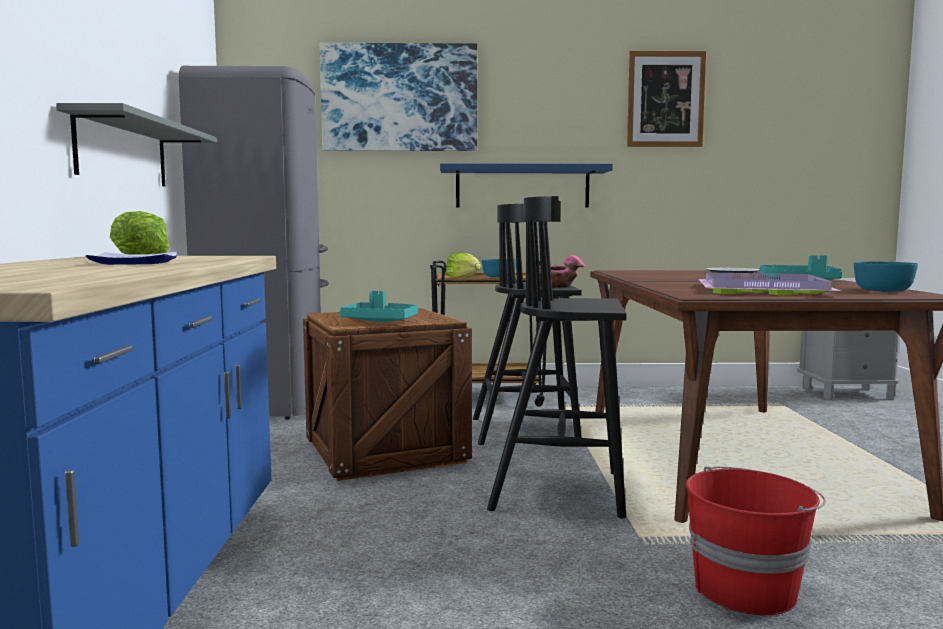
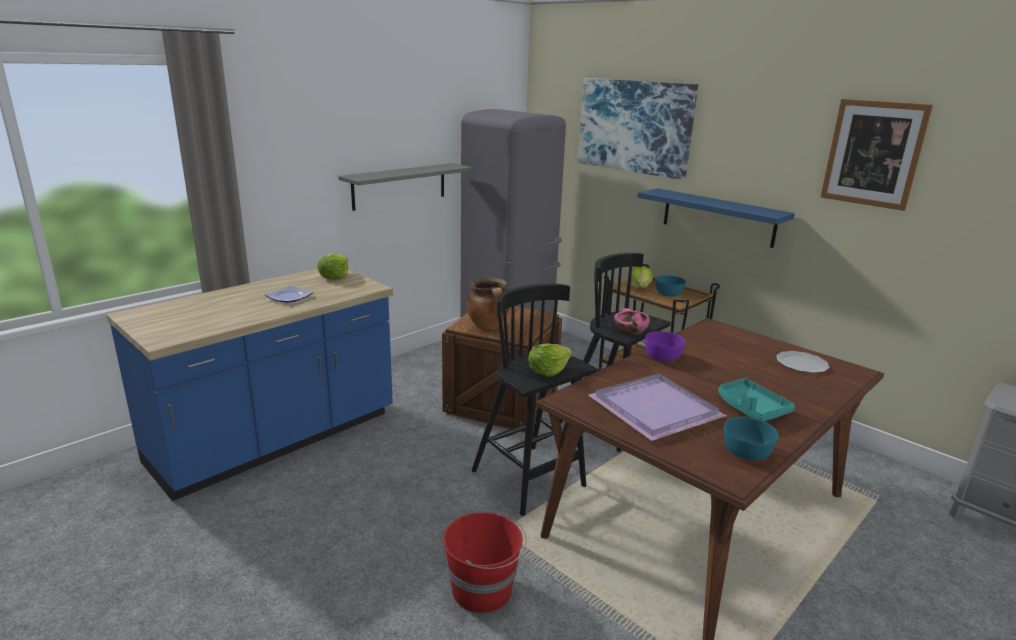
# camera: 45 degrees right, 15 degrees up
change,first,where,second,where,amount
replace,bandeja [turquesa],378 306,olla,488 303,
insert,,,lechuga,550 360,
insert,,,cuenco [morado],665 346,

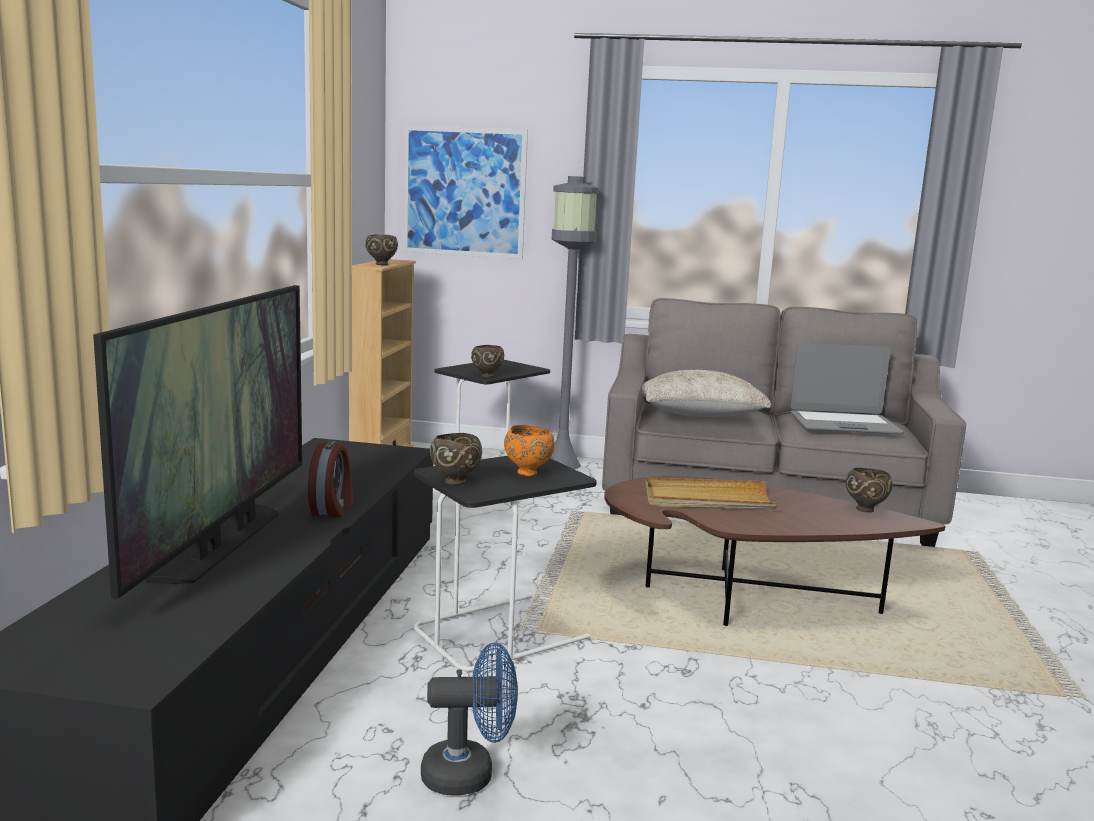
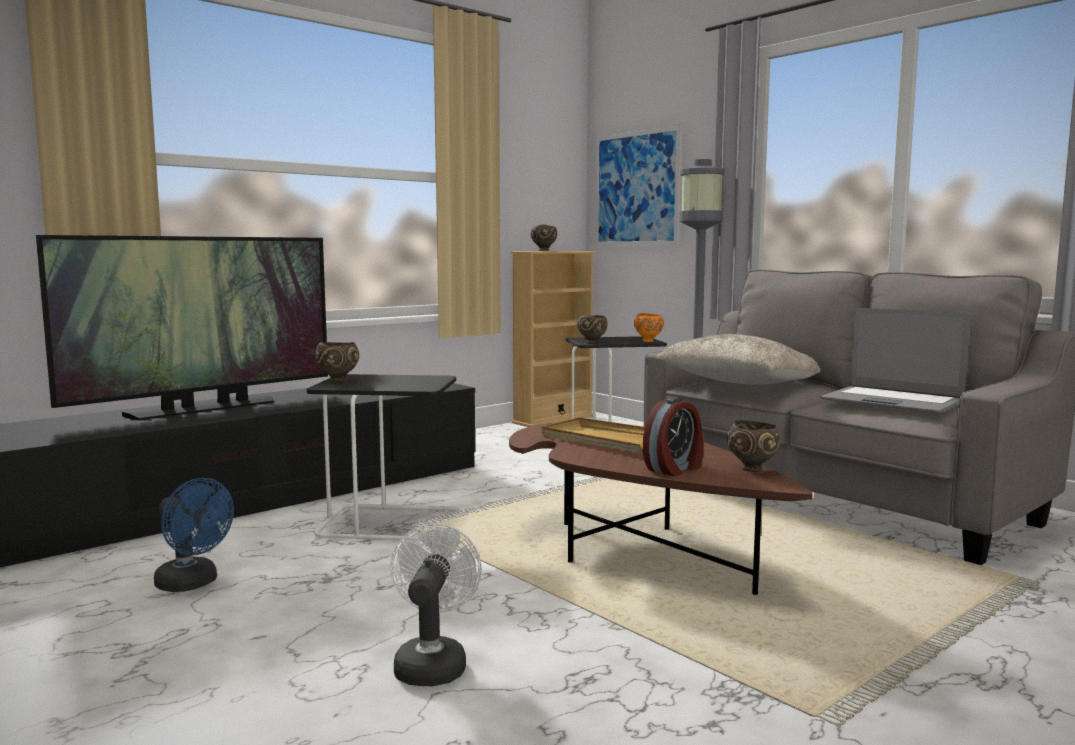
# camera: 40 degrees right, 5 degrees down
change,first,where,second,where,amount
move,despertador,331 479,,673 436,
move,cuenco [naranja],529 450,,649 327,
insert,,,ventilador [blanco],436 604,

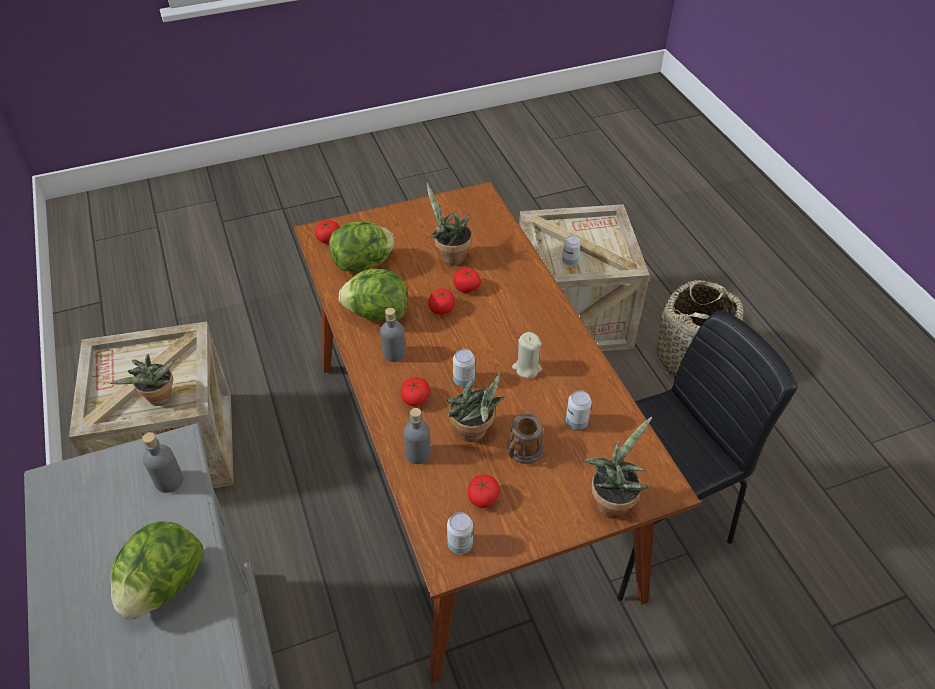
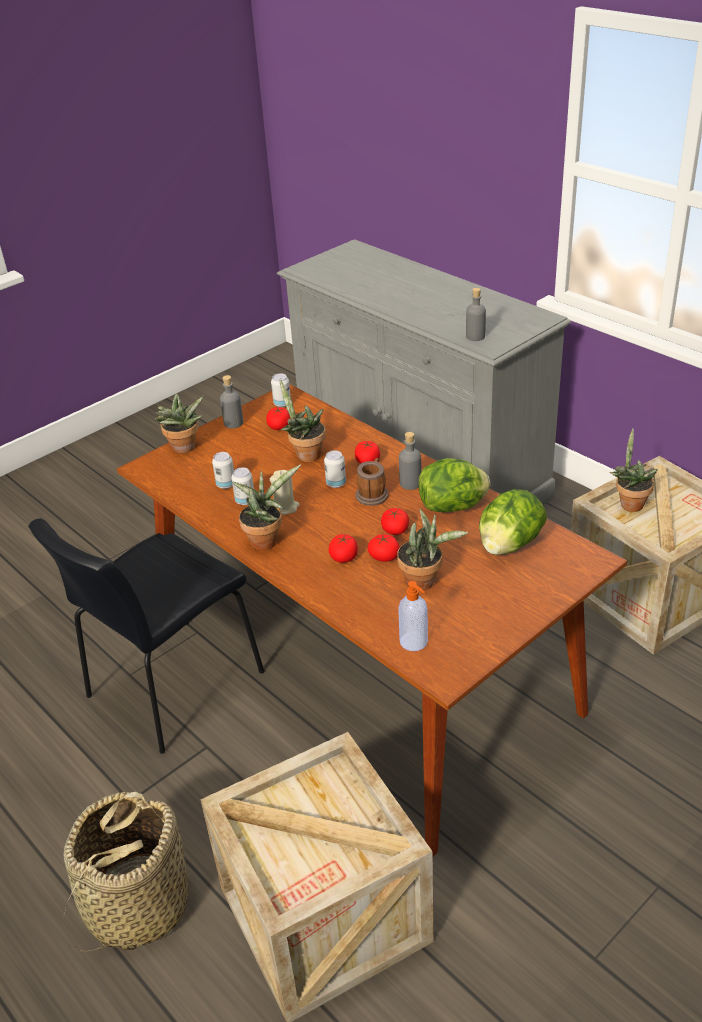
# camera: 160 degrees right, 10 degrees down
change,first,where,second,where,amount
delete,lechuga,157 571,,,
move,tomate,327 231,,343 548,
move,botella [gris],417 436,,232 402,
move,taza grande,525 439,,372 482,
move,lata,571 250,,242 486,
insert,,,planta en maceta,266 508,
insert,,,dispensador de jabón,413 616,

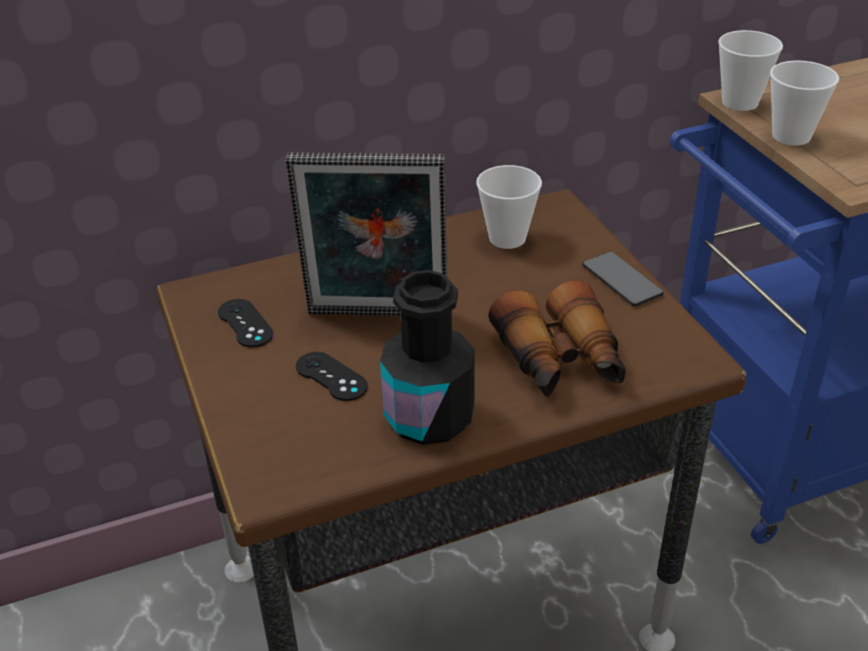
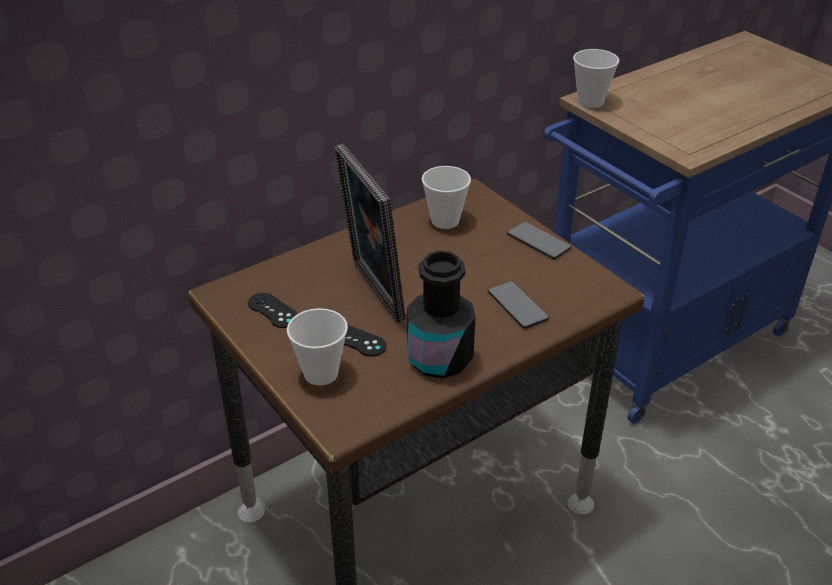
# camera: 15 degrees left, 0 degrees up
change,first,where,second,where,amount
rotate,portarretratos,366 234,,369 233,75 degrees clockwise
replace,prismáticos,557 338,móvil,518 305,
move,taza,804 103,,317 347,

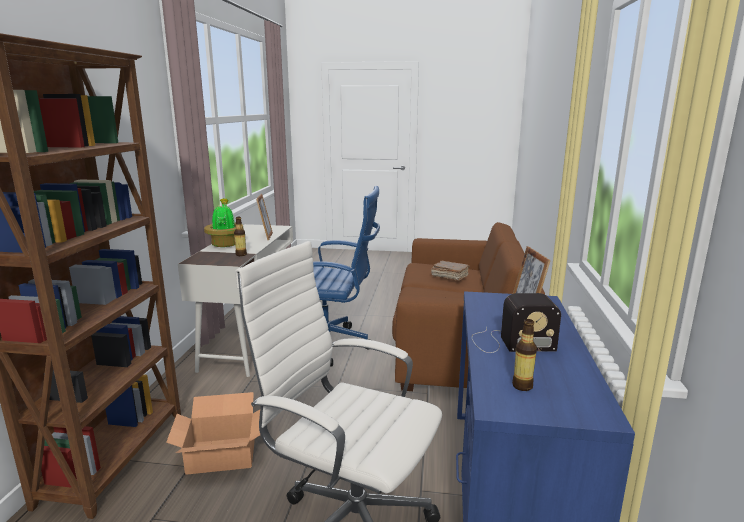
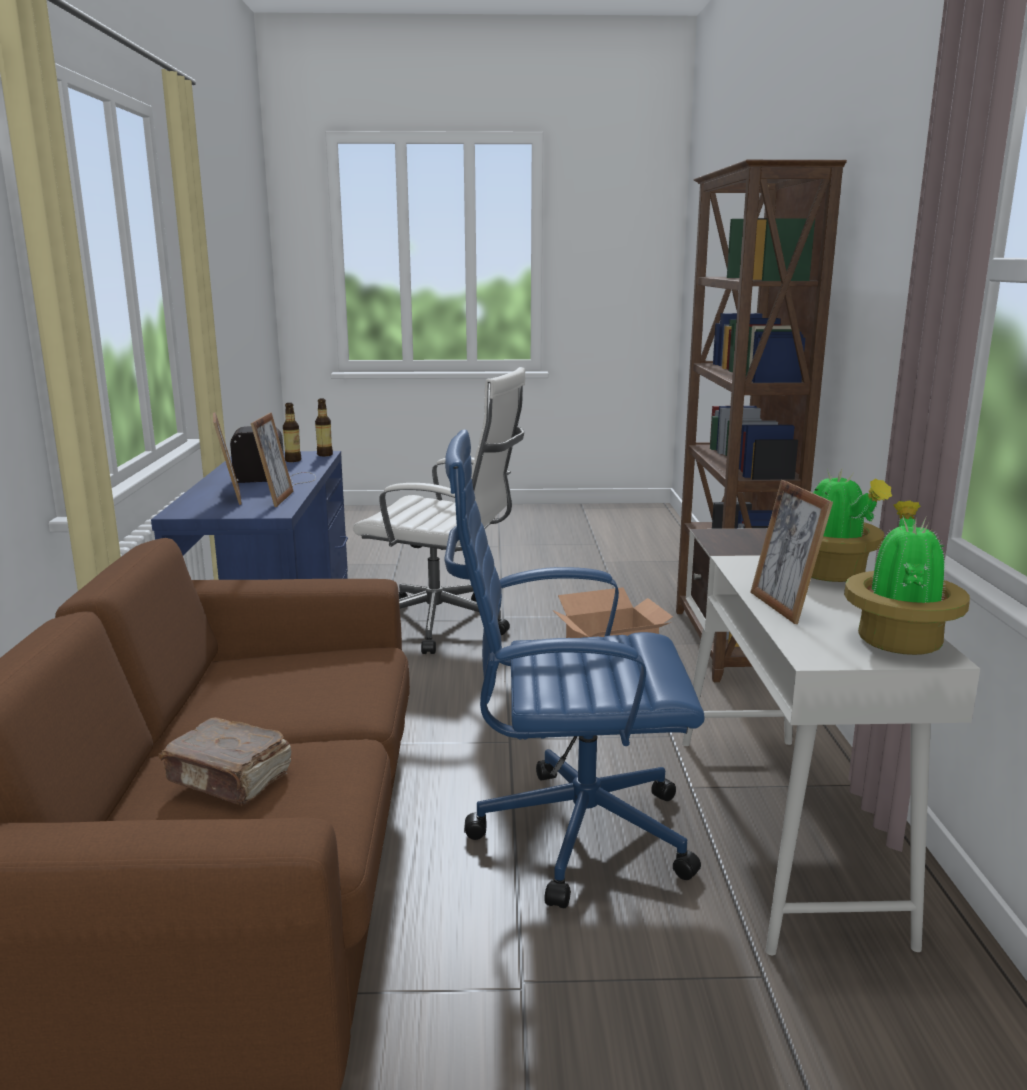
# camera: 170 degrees right, 0 degrees up
change,first,where,second,where,amount
move,botella,240 236,,324 427,
insert,,,portarretratos,272 459,
insert,,,planta en maceta,907 577,

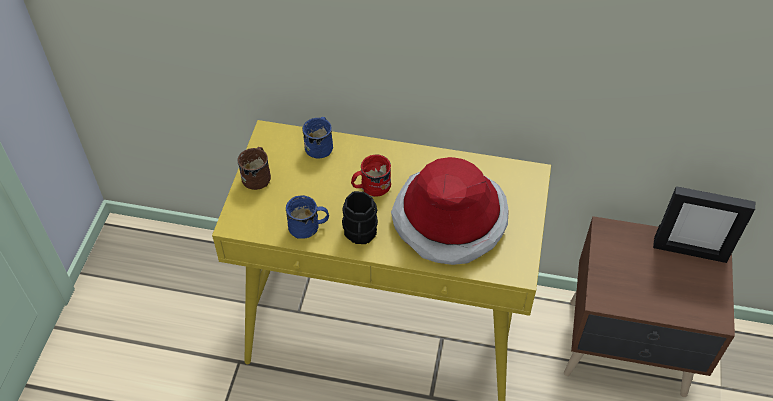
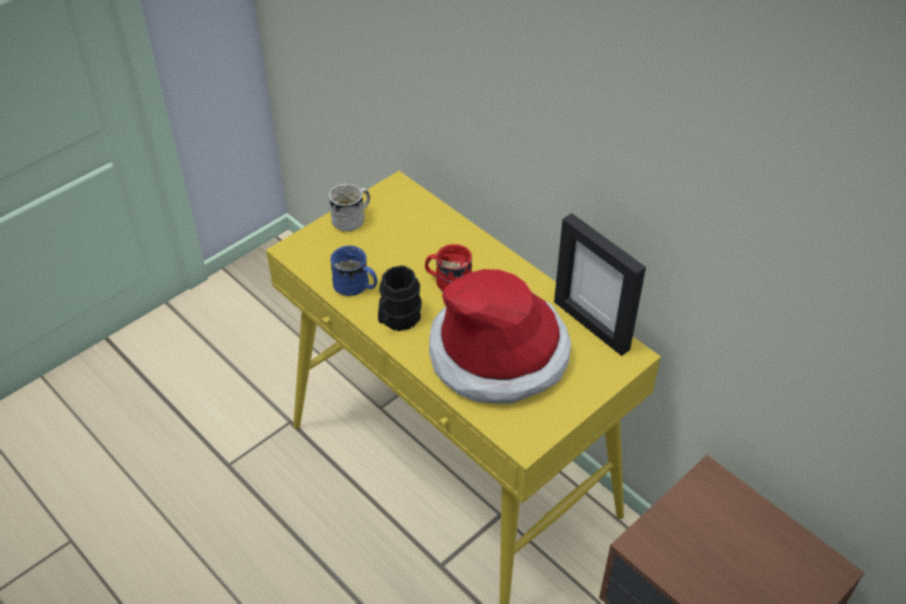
# camera: 35 degrees right, 5 degrees down
change,first,where,second,where,amount
recolor,taza grande [marrón],254 168,taza grande [blanco],349 208,
delete,taza grande [azul],317 137,,,
move,portarretratos,704 224,,600 284,

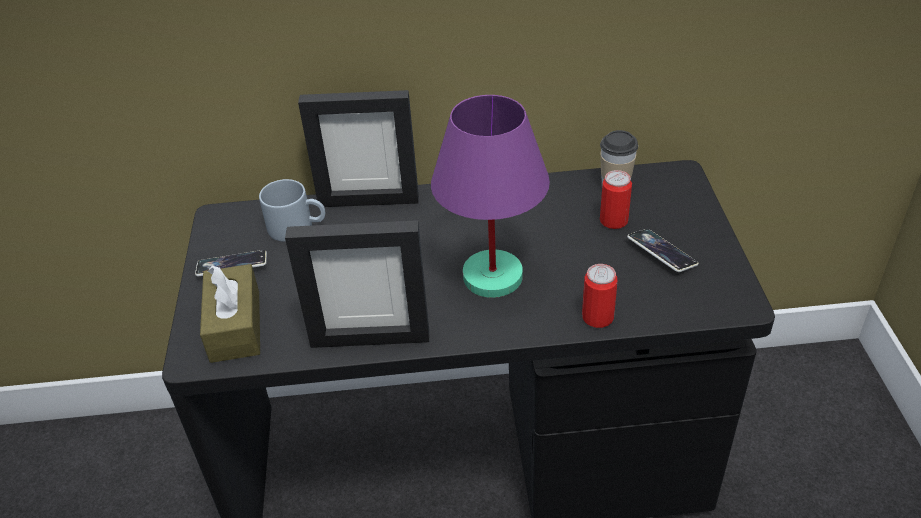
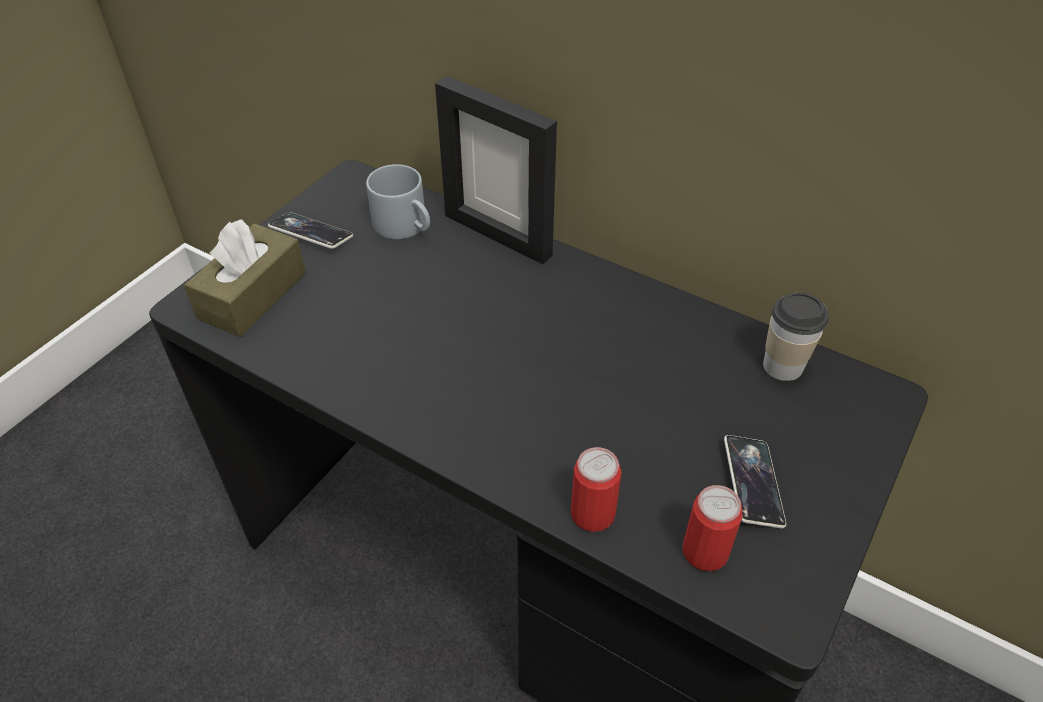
# camera: 35 degrees right, 5 degrees up
change,first,where,second,where,amount
delete,portarretratos,357 284,,,
delete,lámpara de mesa [morado],490 196,,,
move,lata,616 199,,712 528,

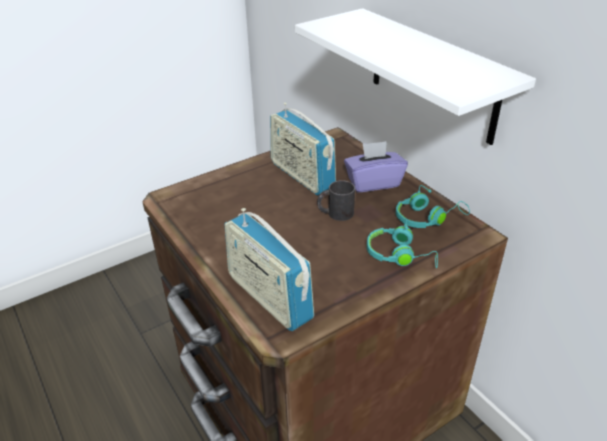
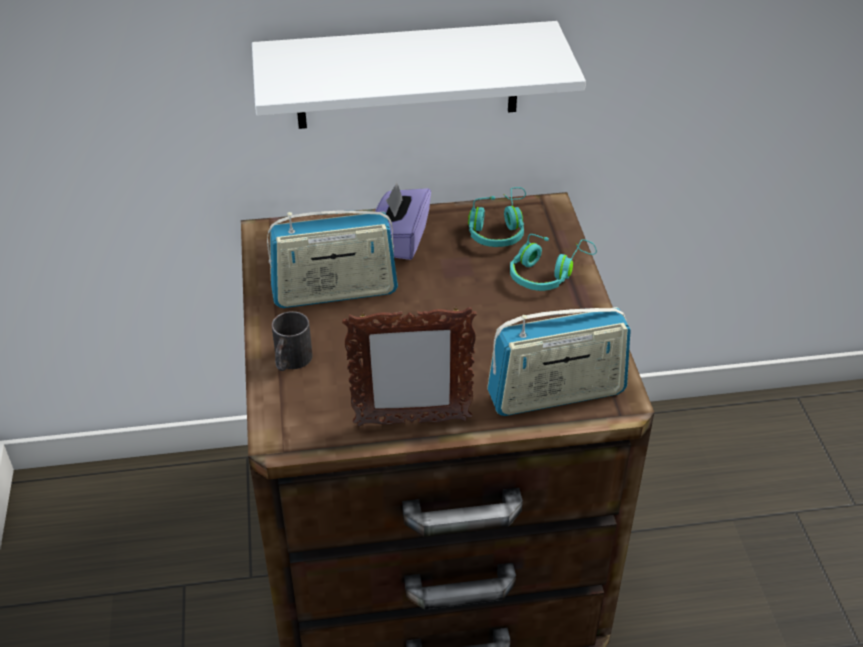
# camera: 65 degrees left, 5 degrees up
change,first,where,second,where,amount
move,taza grande [negro],336 200,,292 341,
insert,,,portarretratos,409 366,

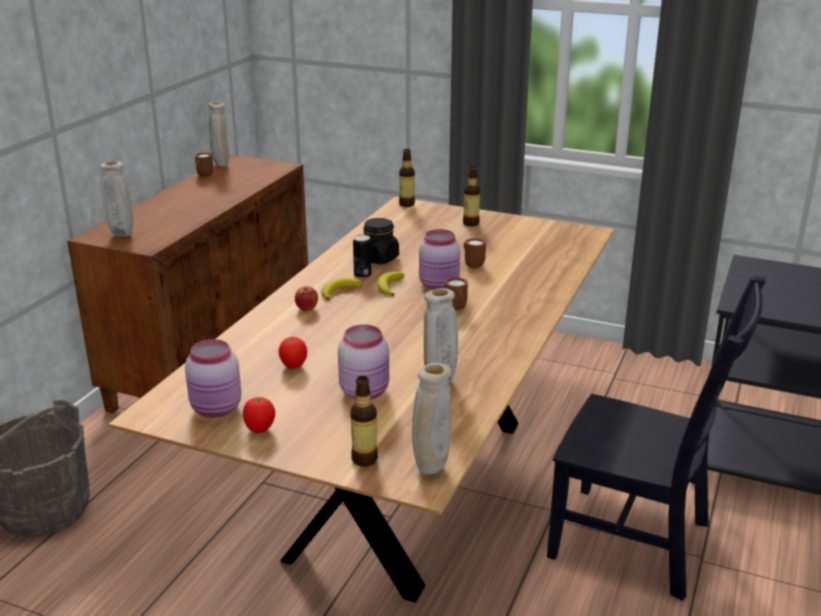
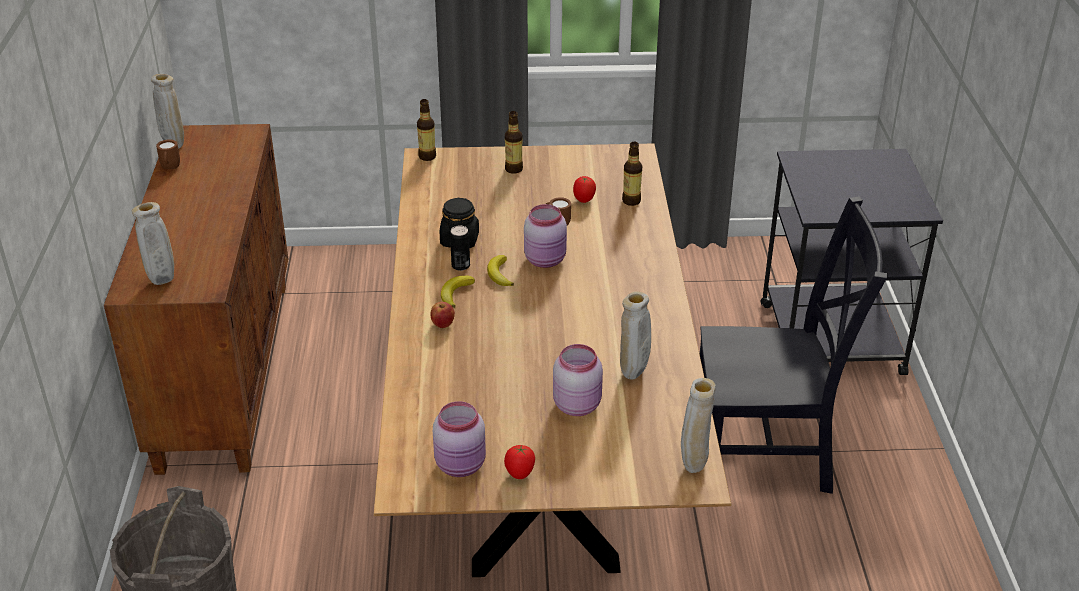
# camera: 25 degrees left, 10 degrees up
change,first,where,second,where,amount
move,tomate,293 353,,584 189,
move,botella,364 421,,632 174,
delete,taza grande [marrón],456 293,,,

